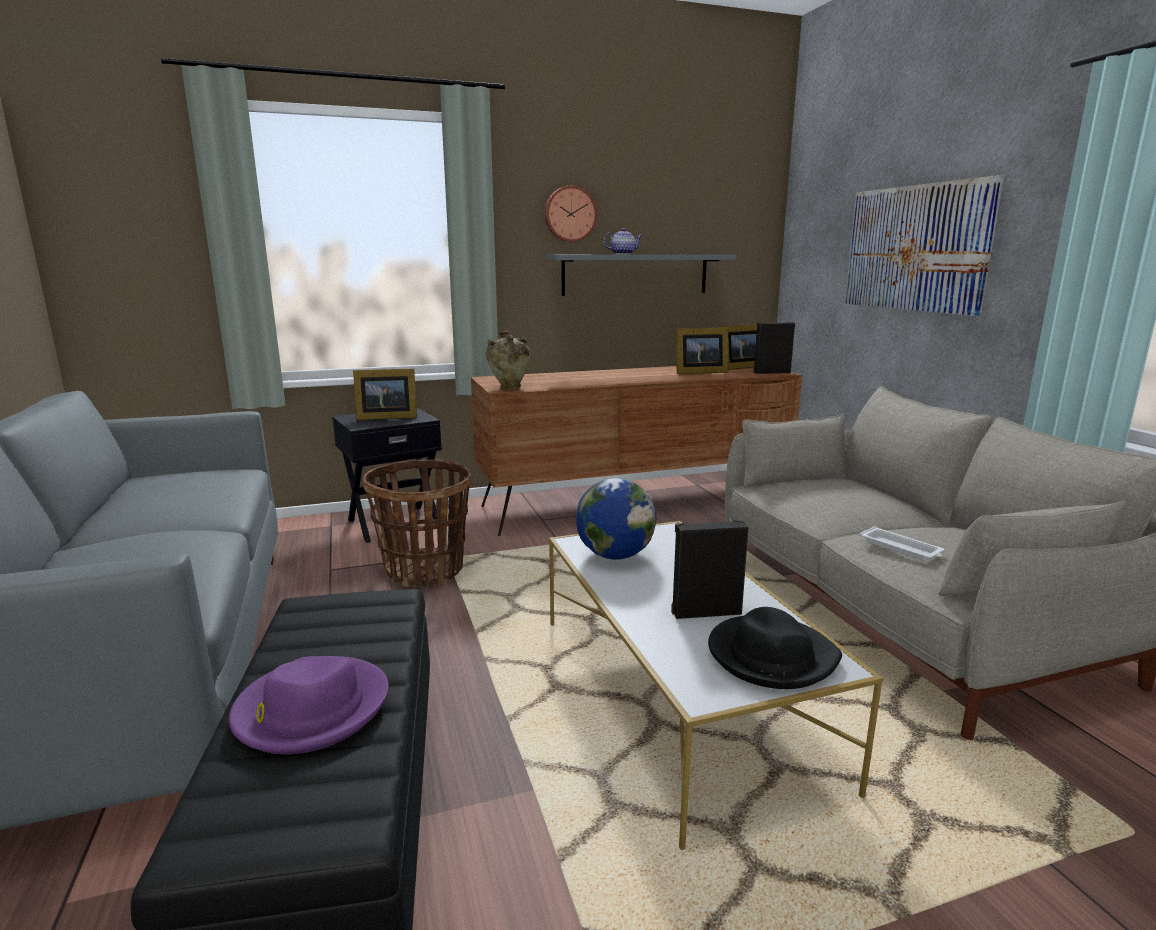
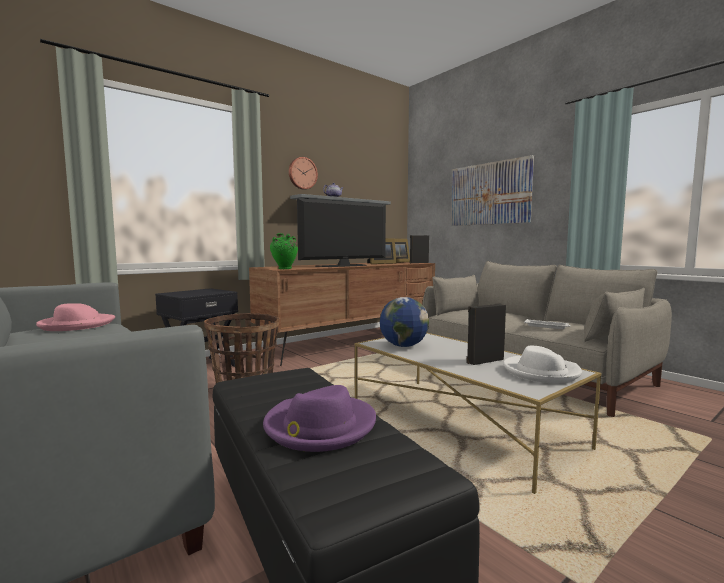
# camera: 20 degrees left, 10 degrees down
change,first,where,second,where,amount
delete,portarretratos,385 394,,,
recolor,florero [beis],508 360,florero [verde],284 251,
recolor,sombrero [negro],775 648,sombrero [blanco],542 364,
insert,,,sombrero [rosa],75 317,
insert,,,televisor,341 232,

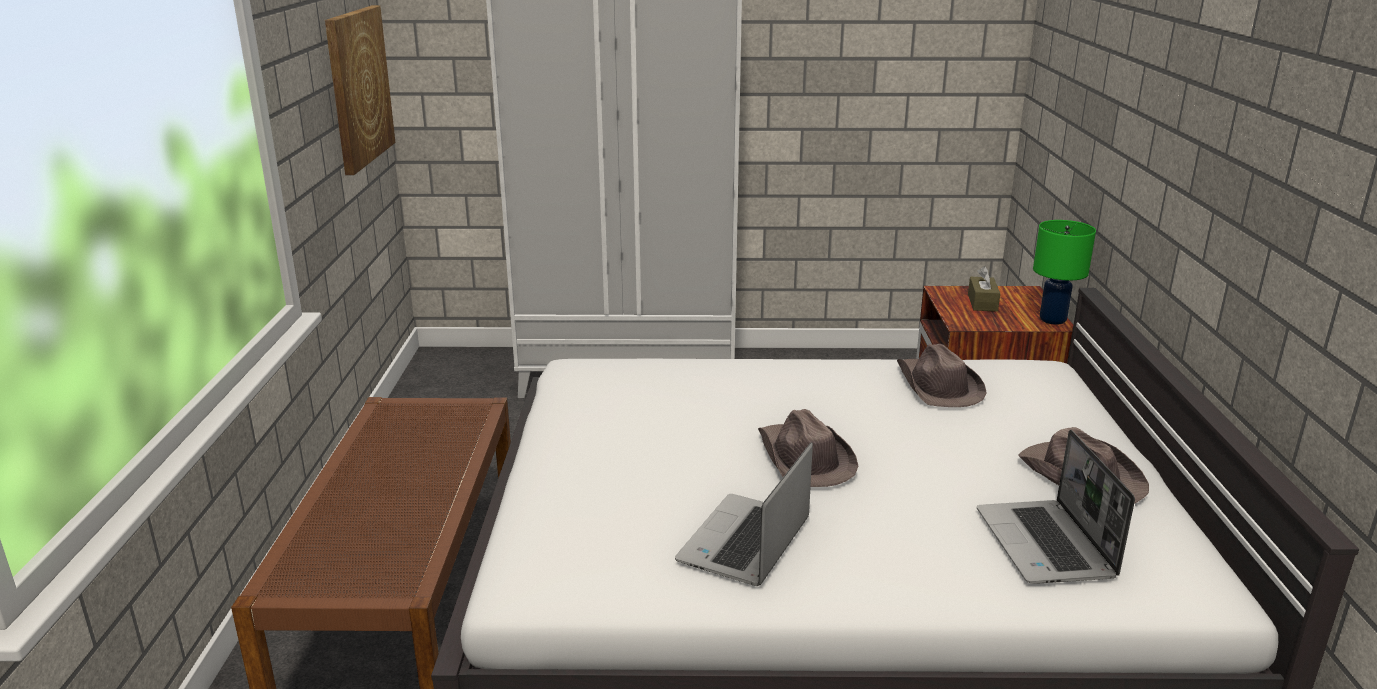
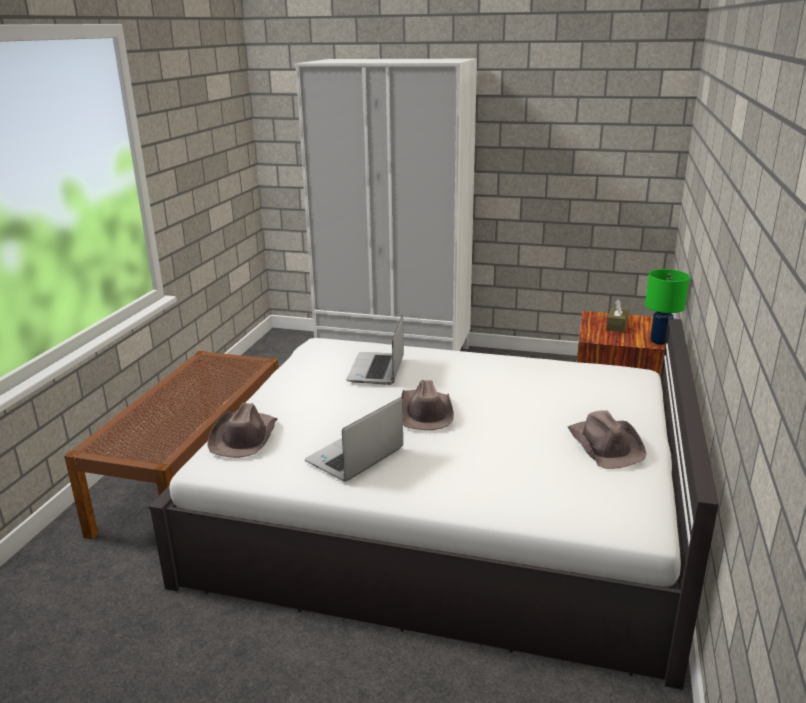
# camera: 15 degrees right, 0 degrees up
change,first,where,second,where,amount
delete,cuadro,360 90,,,
move,sombrero [marrón],942 375,,242 430,
move,portátil,1056 506,,375 349,

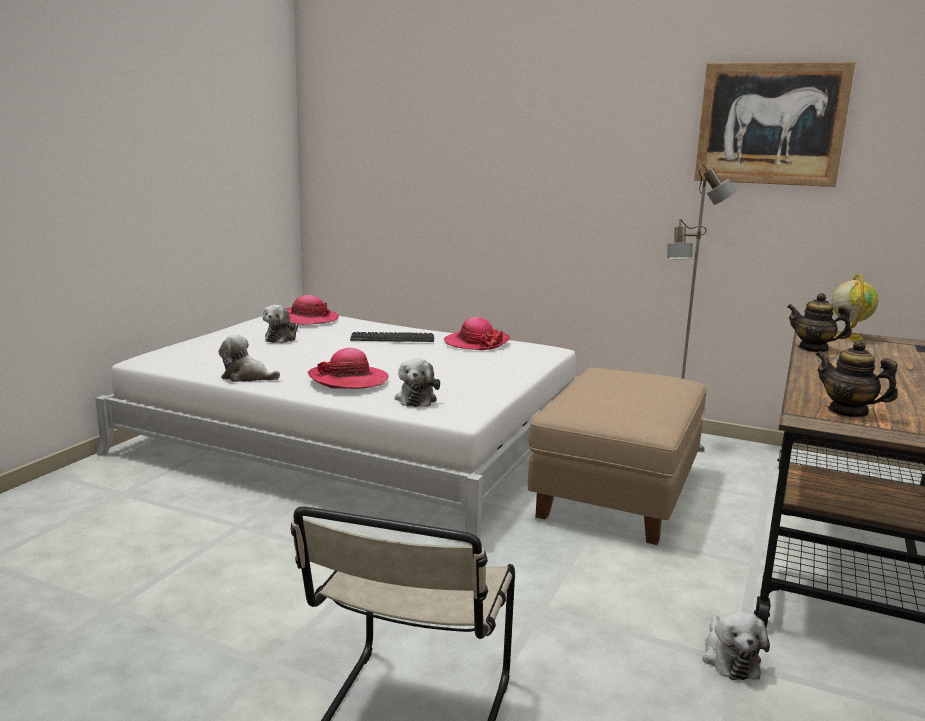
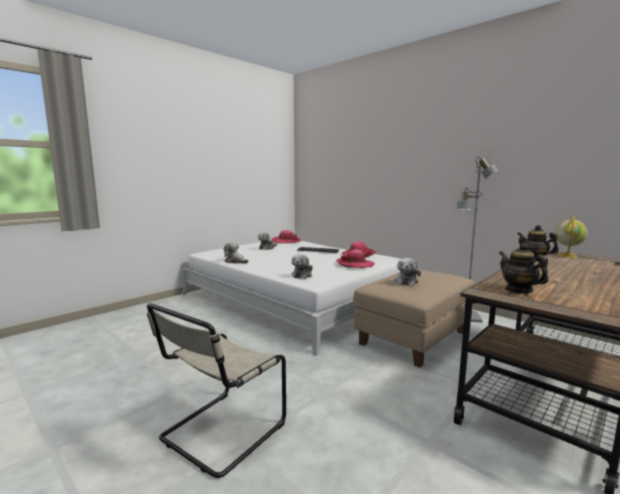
# camera: 20 degrees right, 5 degrees down
change,first,where,second,where,amount
move,sombrero,348 368,,355 258,
delete,cuadro,774 124,,,
move,peluche,736 646,,407 272,

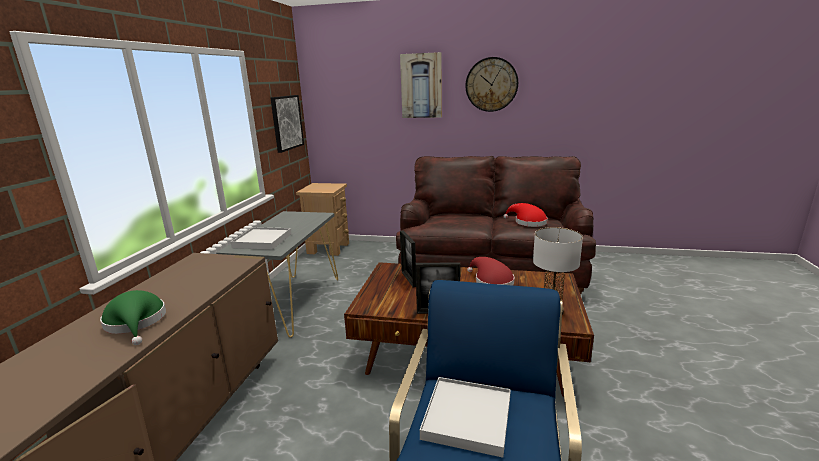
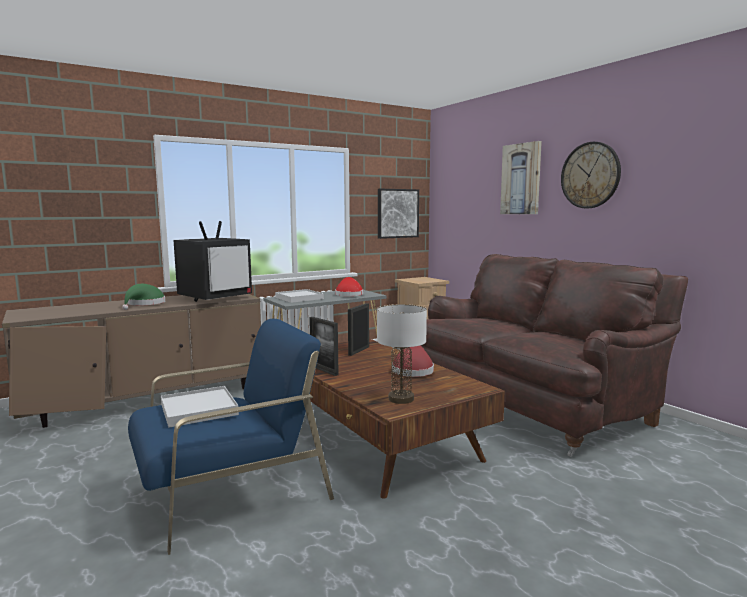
# camera: 45 degrees right, 10 degrees down
change,first,where,second,where,amount
move,sombrero [rojo],525 215,,349 286,
insert,,,televisor,212 261,

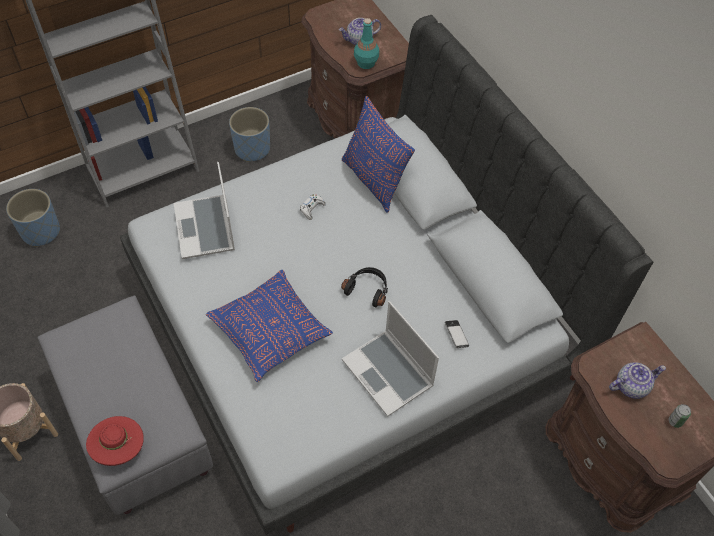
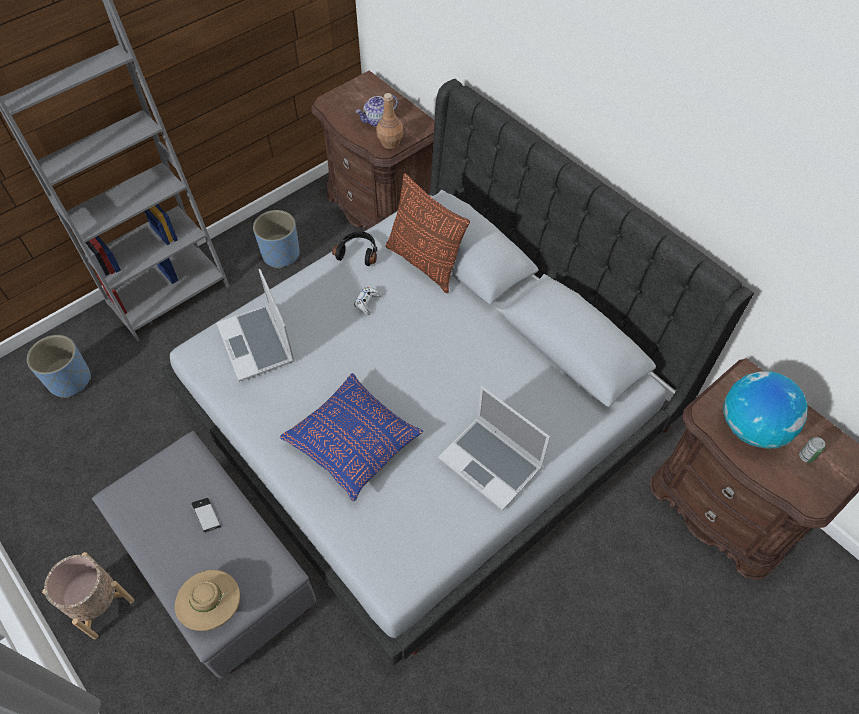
# camera: 10 degrees left, 0 degrees up
change,first,where,second,where,amount
recolor,sombrero [rojo],115 441,sombrero [beis],207 600,
move,auriculares [negro],364 287,,354 248,
recolor,cojín [azul],378 154,cojín [marrón],428 233,
recolor,botella [turquesa],366 43,botella [marrón],390 121,
move,móvil,457 334,,206 515,
replace,tetera,637 380,globo terráqueo,765 410,

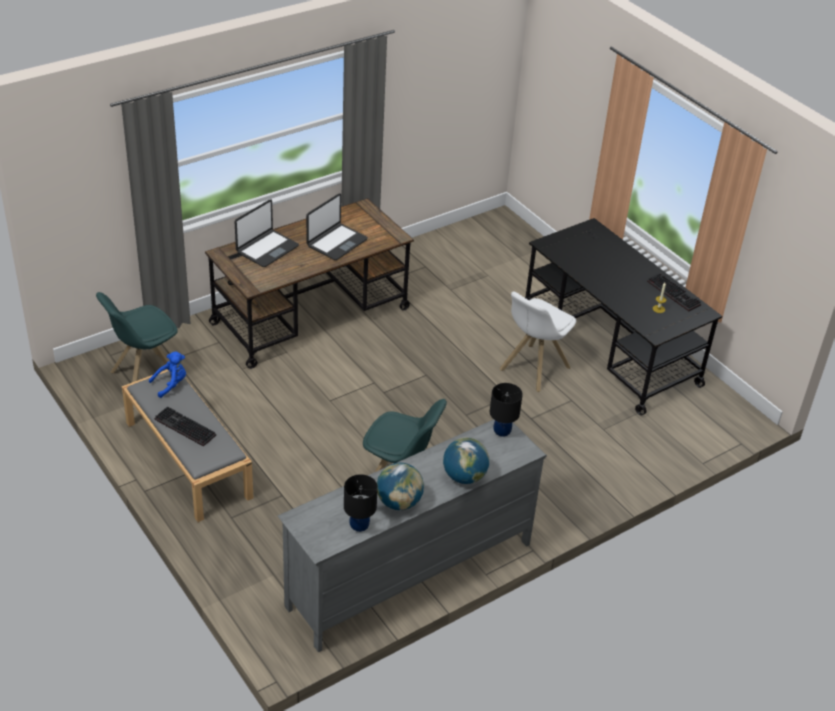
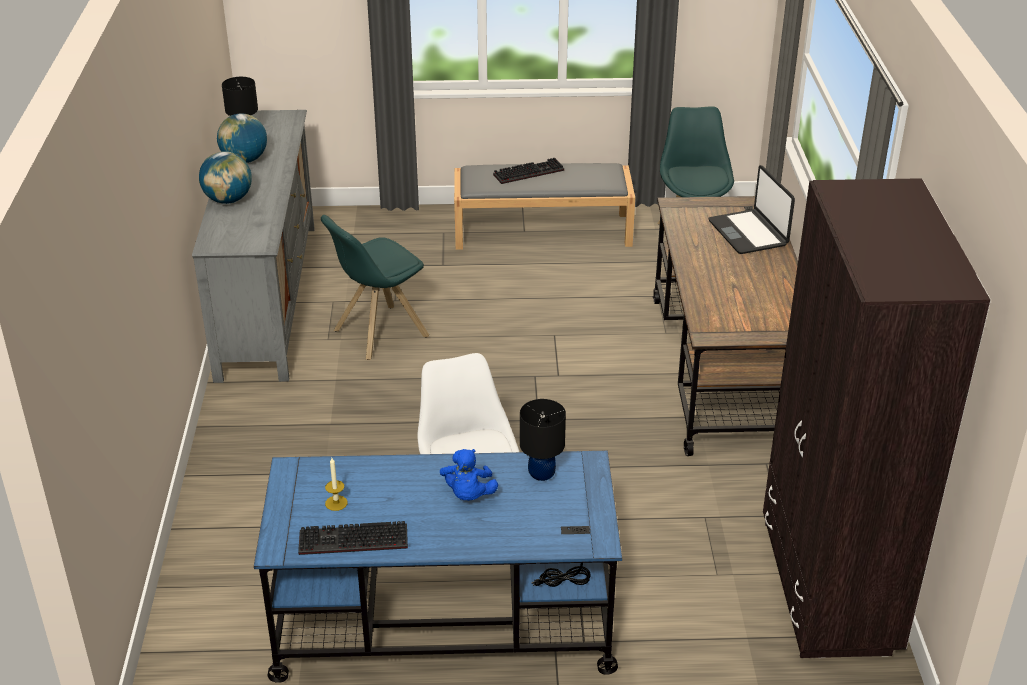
# camera: 125 degrees right, 5 degrees down
change,first,where,second,where,amount
move,peluche [azul],167 375,,469 475,
delete,portátil,337 226,,,
move,lámpara de mesa [negro],506 410,,543 440,
recolor,escritorio [negro],623 317,escritorio [azul],438 567,
insert,,,armario ropero [marrón],877 418,

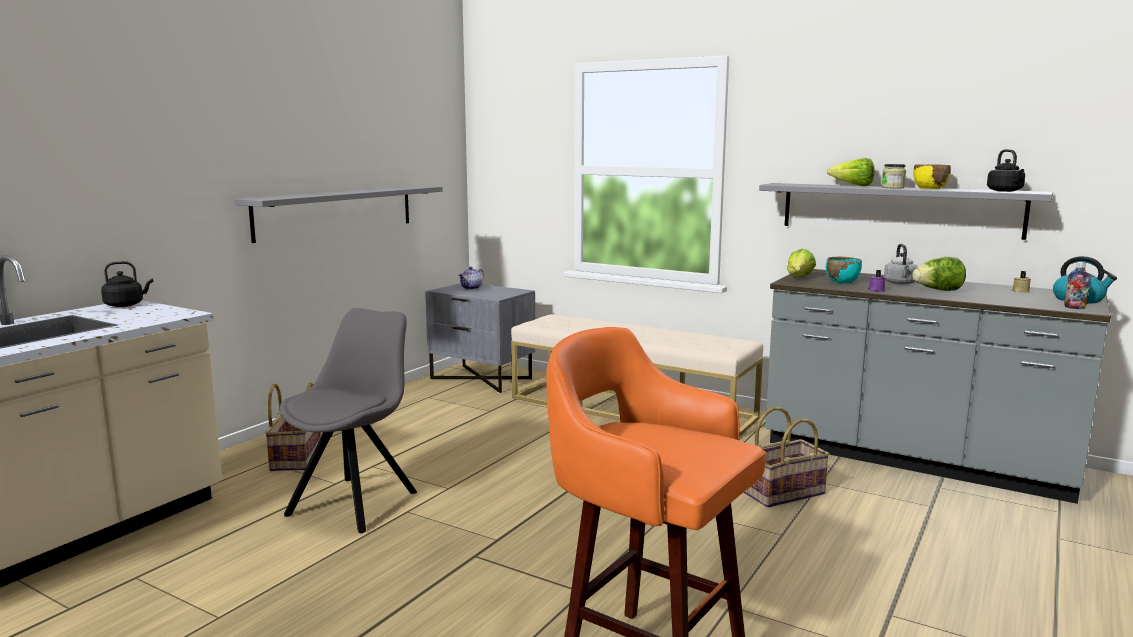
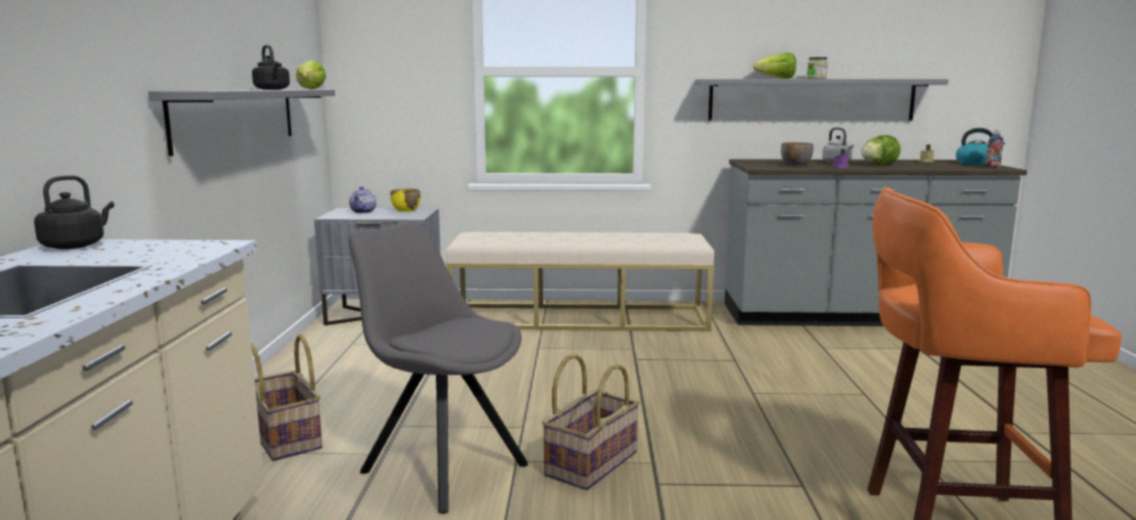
# camera: 30 degrees left, 0 degrees up
change,first,where,second,where,amount
rotate,silla [gris],348 420,,438 368,45 degrees counterclockwise
move,cesta,786 457,,591 421,
move,lechuga,801 263,,311 74,
recolor,cuenco [turquesa],844 270,cuenco [gris],797 154,
move,cuenco [amarillo],932 177,,405 200,
move,hervidor [negro],1006 170,,271 67,

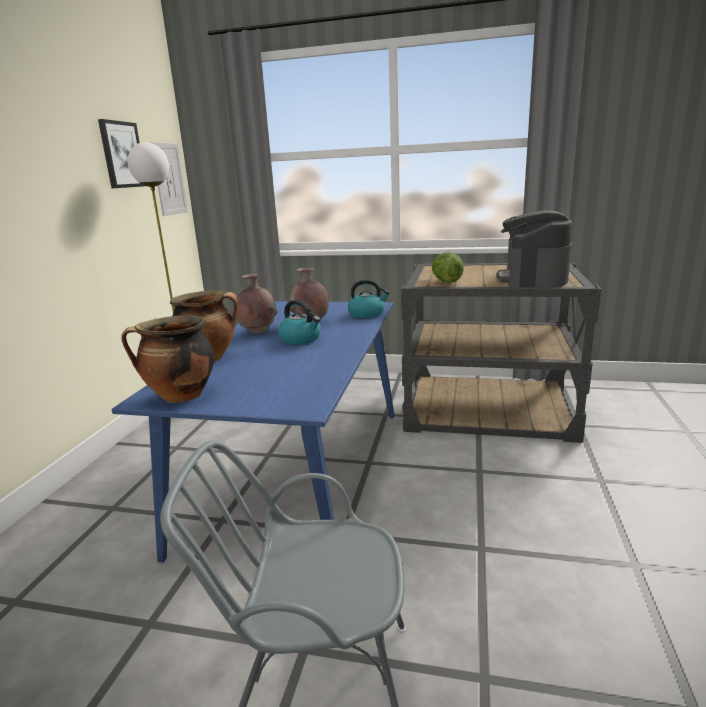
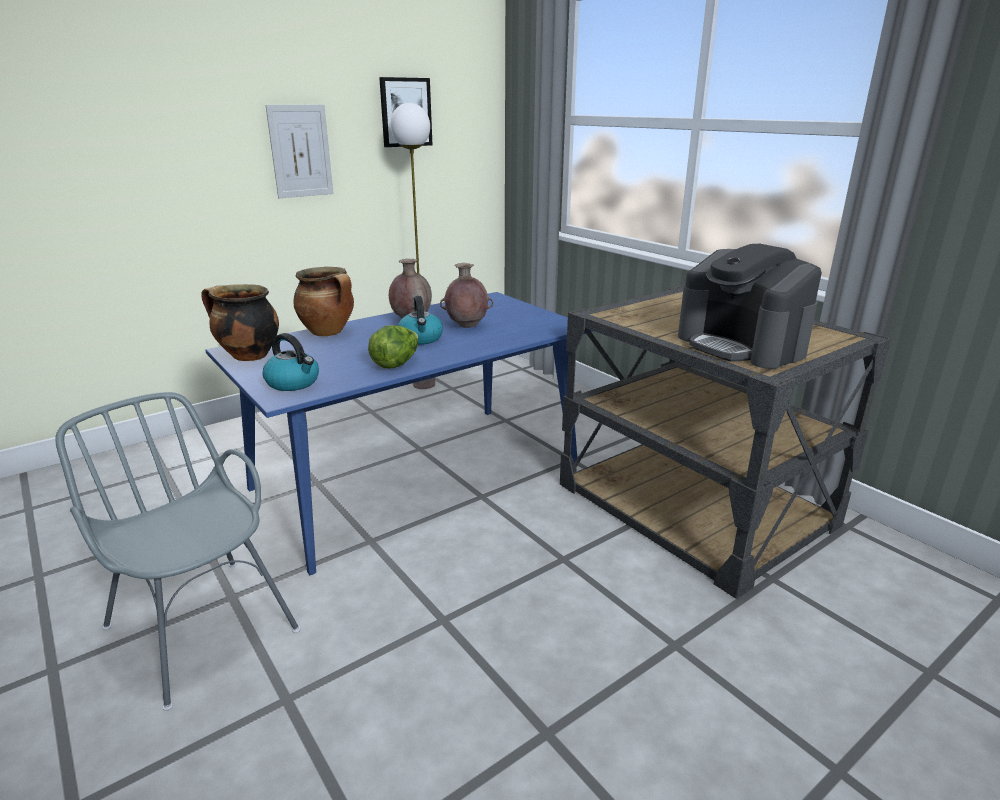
# camera: 40 degrees right, 5 degrees up
change,first,where,second,where,amount
move,cuadro,169 179,,299 151,
move,hervidor,369 298,,291 362,
move,lechuga,448 267,,393 346,
rotate,cafetera,534 249,,750 306,90 degrees counterclockwise

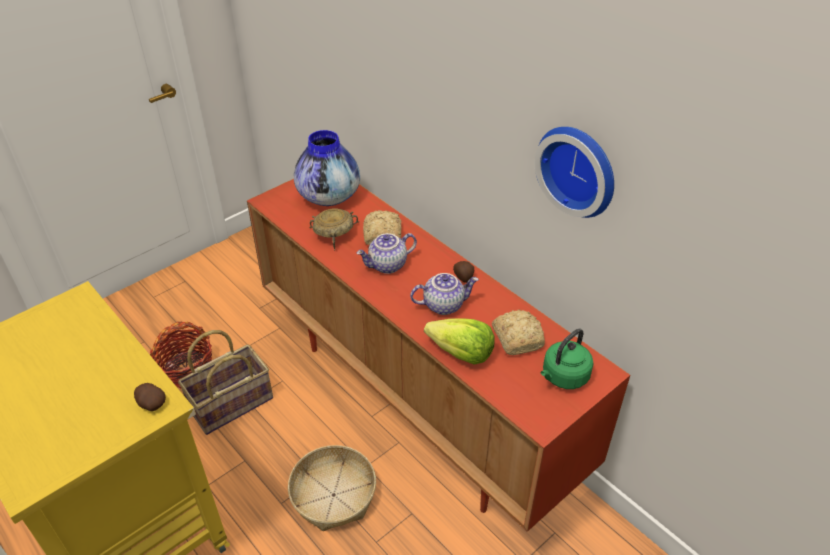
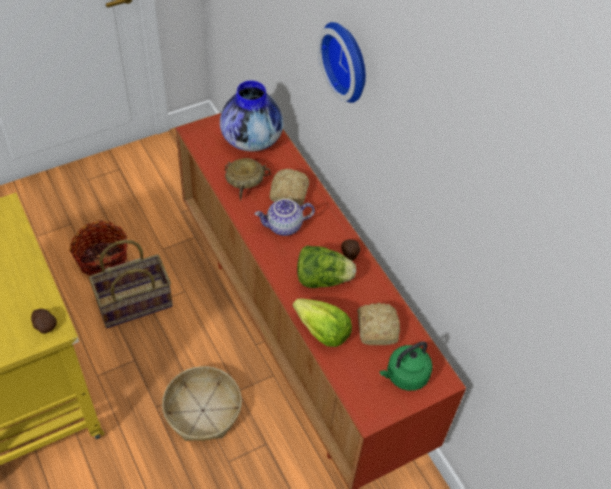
# camera: 10 degrees right, 10 degrees up
change,first,where,second,where,amount
replace,tetera,444 294,lechuga,326 266,
move,reloj de pared,574 172,,341 62,

